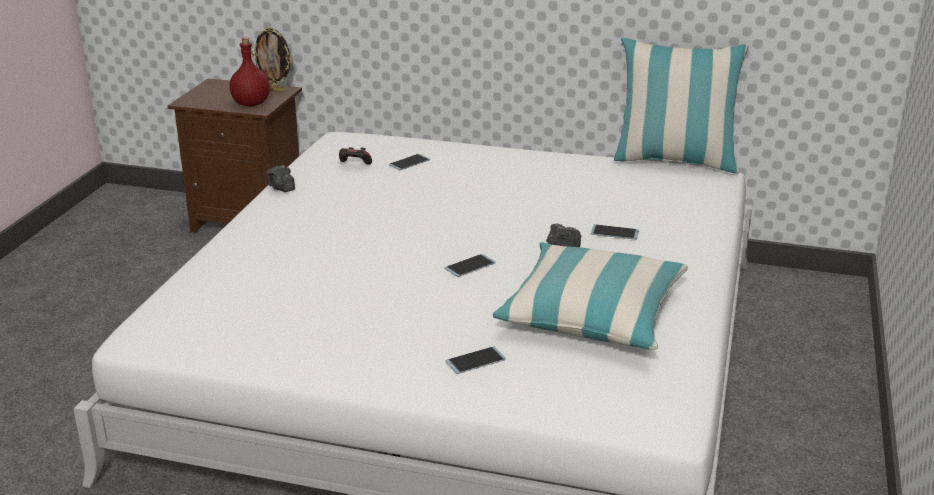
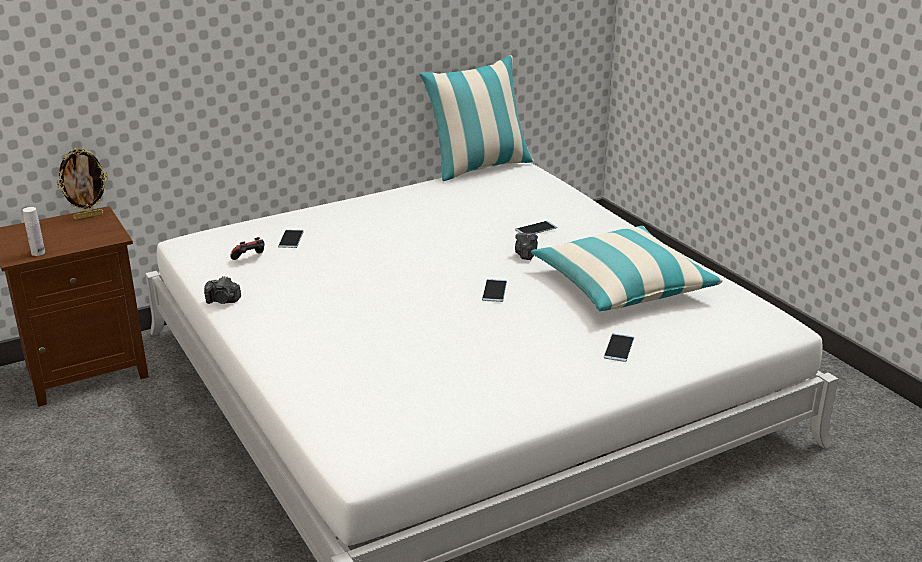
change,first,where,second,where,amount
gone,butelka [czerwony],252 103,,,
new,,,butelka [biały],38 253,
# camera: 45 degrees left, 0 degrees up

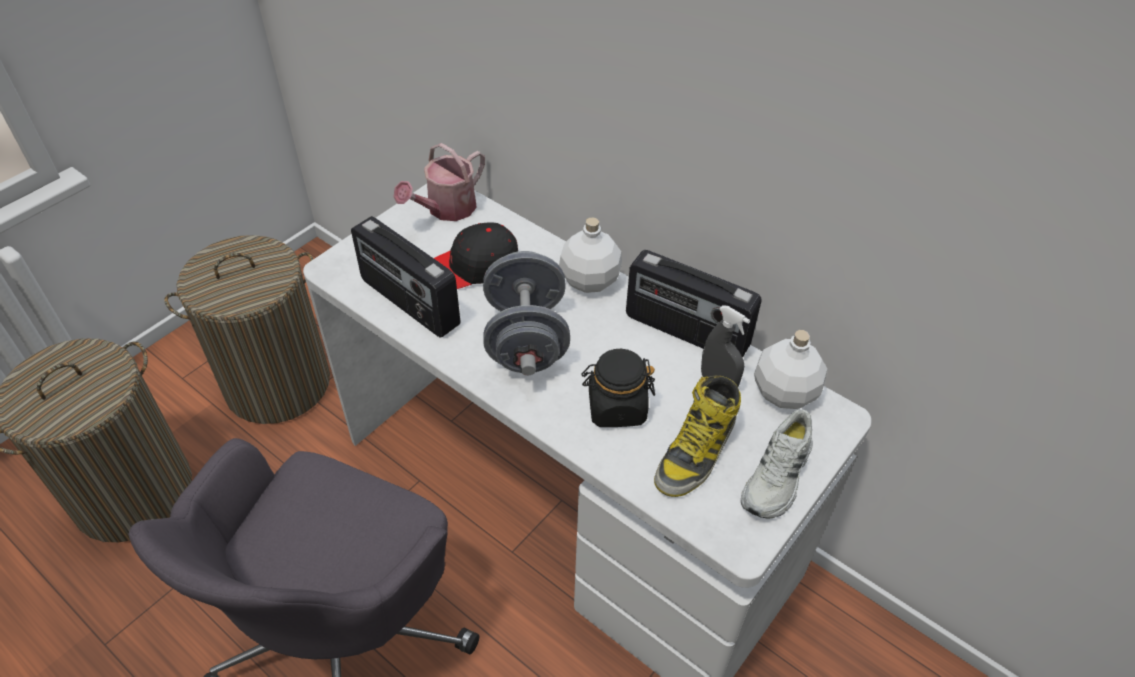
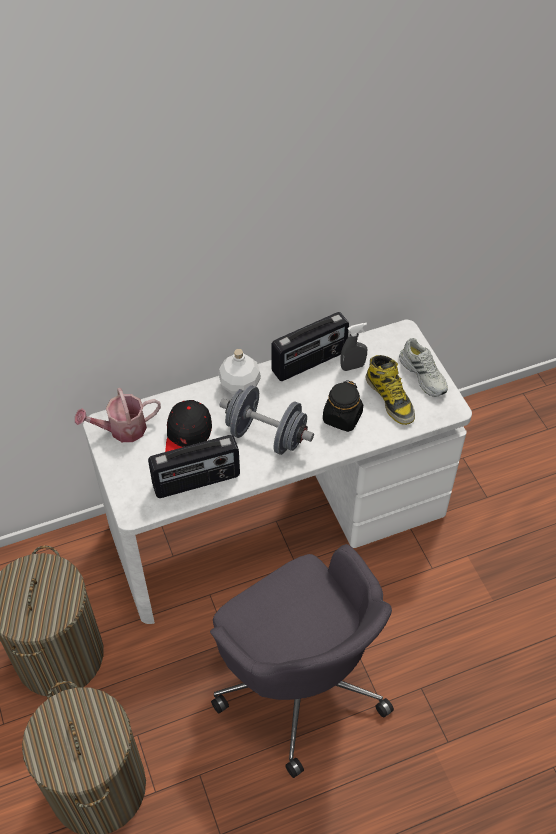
change,first,where,second,where,amount
gone,butelka [biały],783 392,,,
rotated,konewka,446 209,,122 429,90 degrees clockwise
# camera: 60 degrees left, 5 degrees up

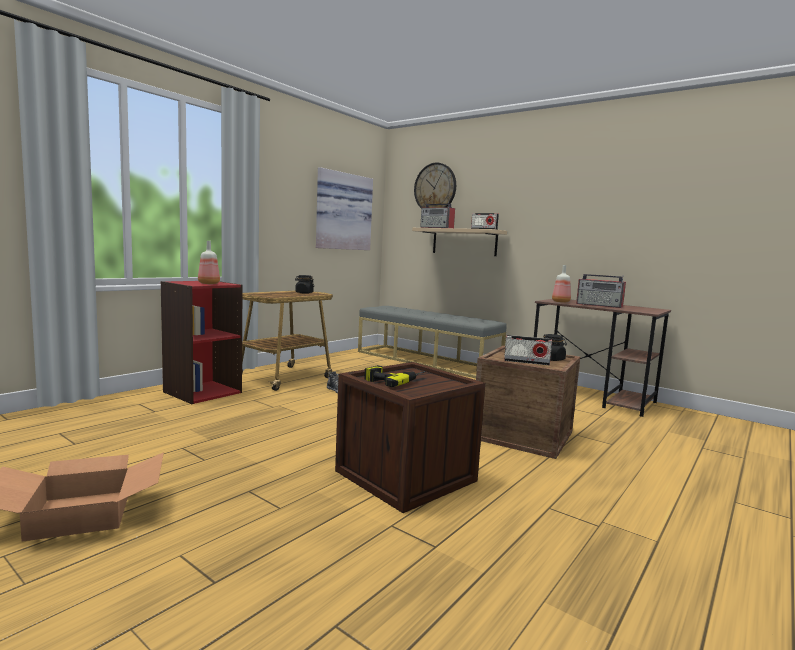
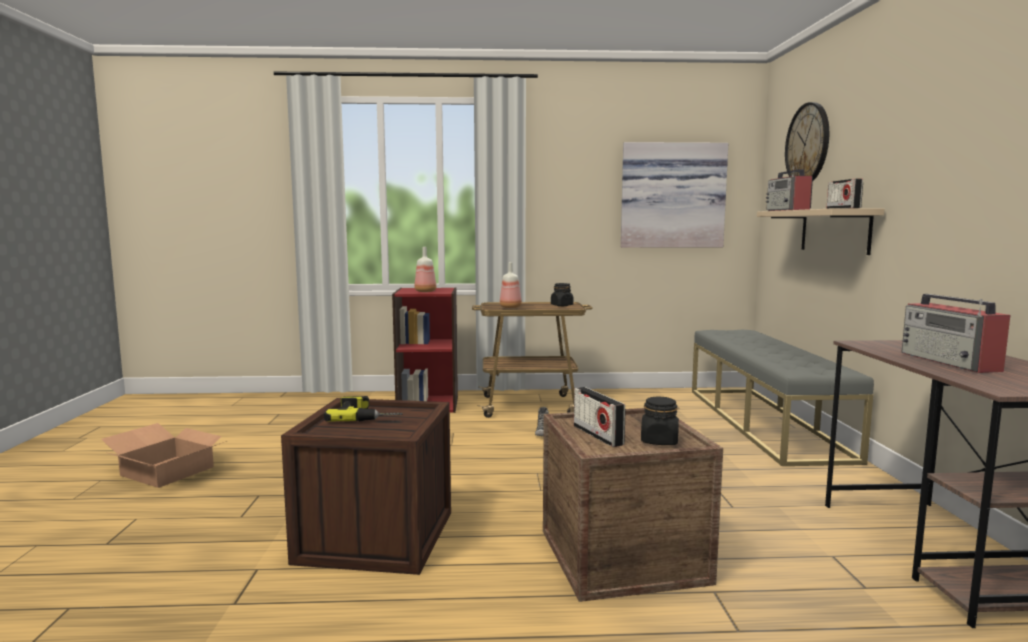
change,first,where,second,where,amount
shifted,butelka,560 302,,511 307,
# camera: 50 degrees right, 0 degrees up

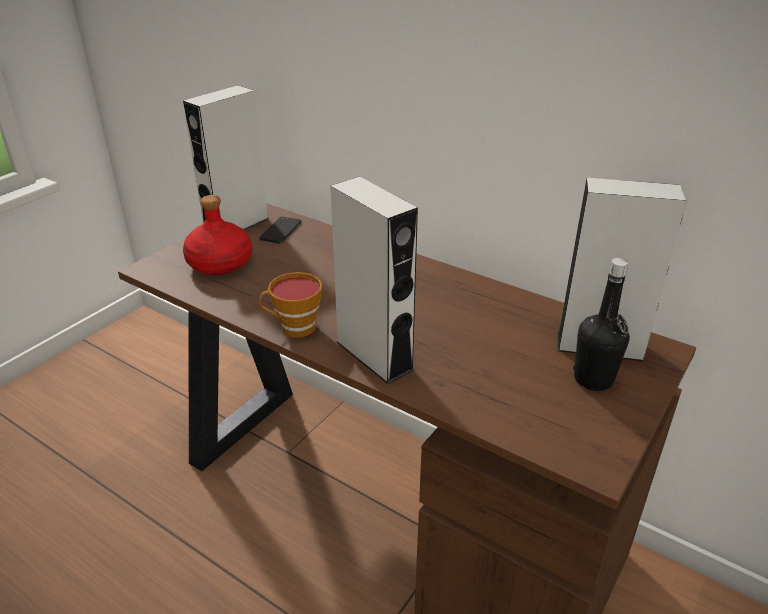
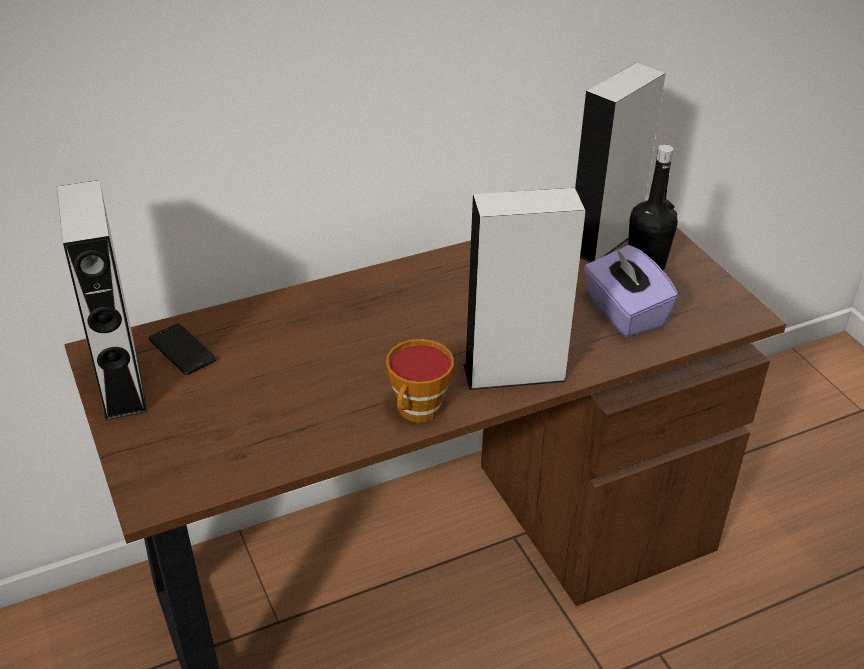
change,first,where,second,where,amount
gone,butelka [czerwony],219 264,,,
new,,,pudełko chusteczek [fioletowy],624 313,
# camera: 60 degrees left, 5 degrees up

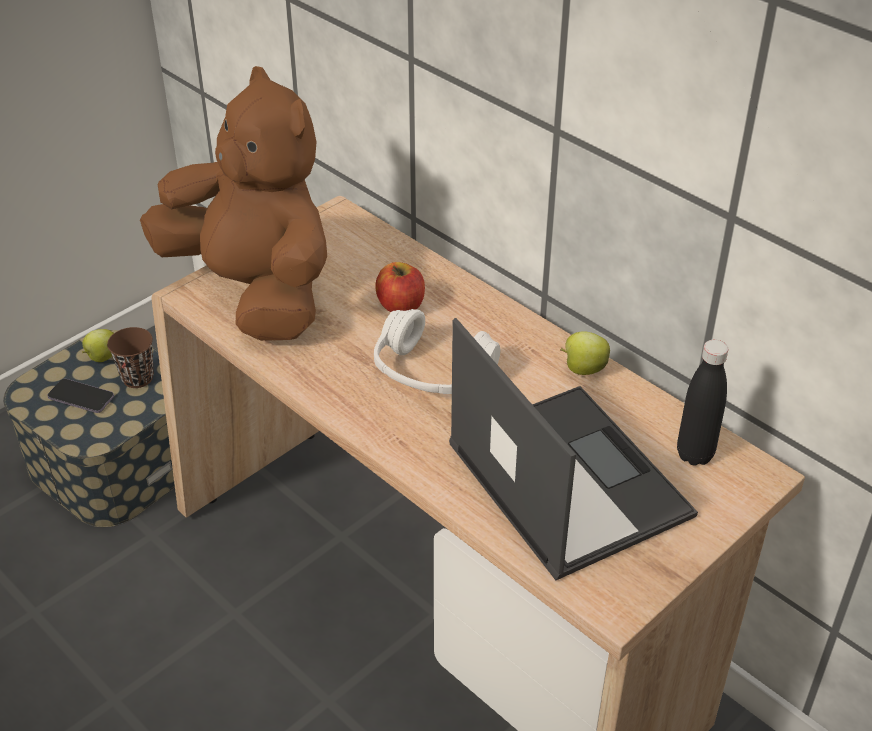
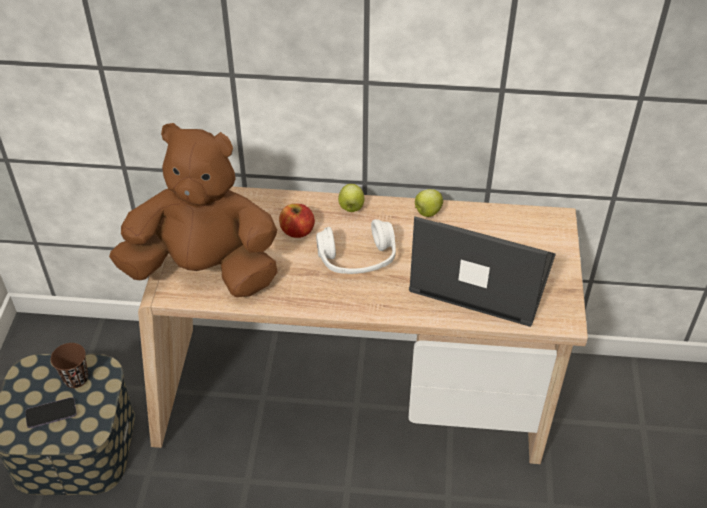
change,first,where,second,where,amount
gone,butelka [czarny],694 454,,,
shifted,jabłko,102 357,,351 208,
# camera: 40 degrees left, 5 degrees up

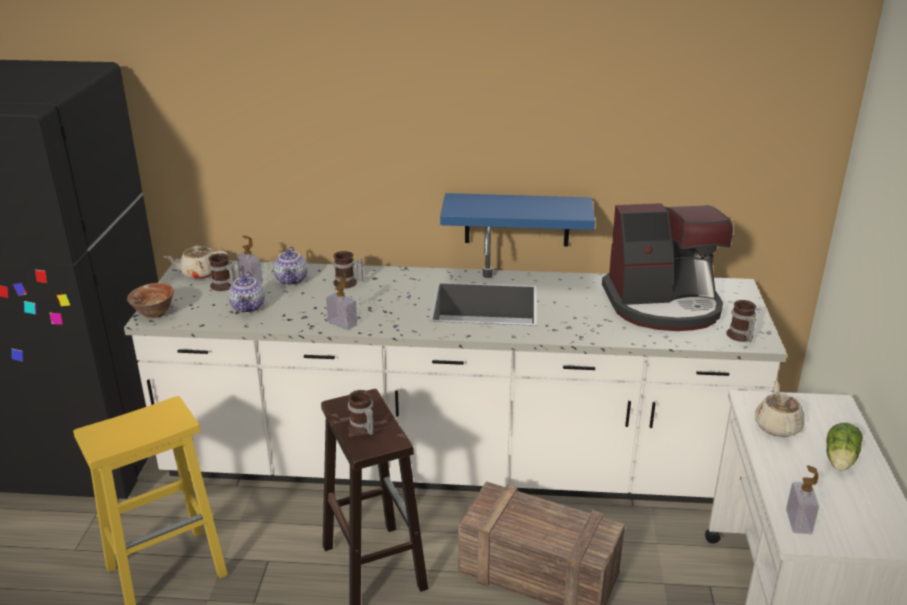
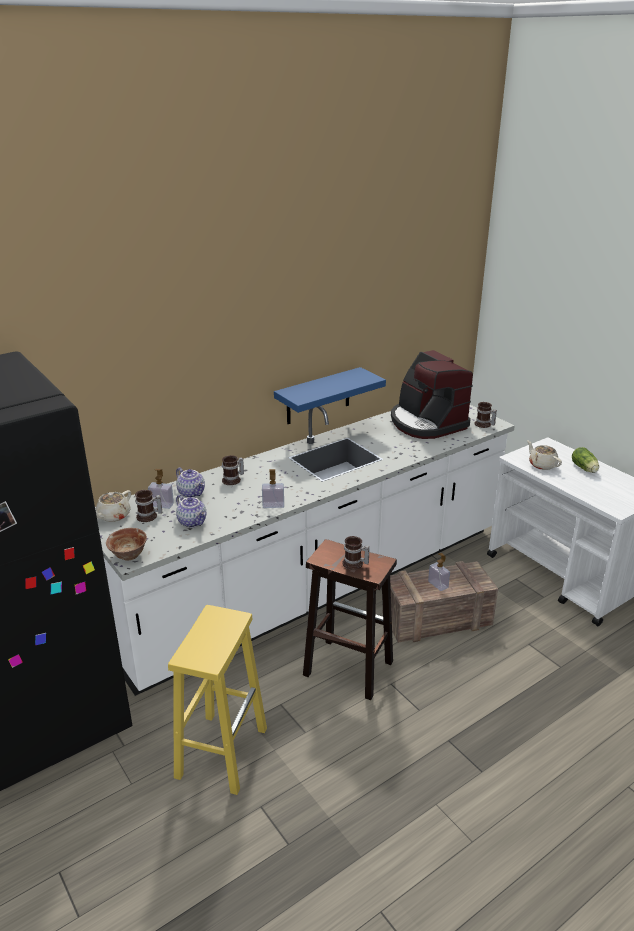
change,first,where,second,where,amount
shifted,dozownik mydła,798 521,,438 584,
rotated,ekspres do kawy,663 305,,427 423,105 degrees clockwise
# camera: 40 degrees left, 0 degrees up

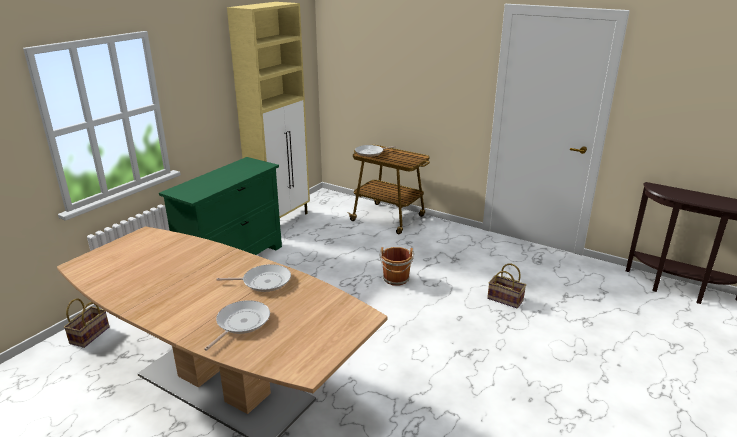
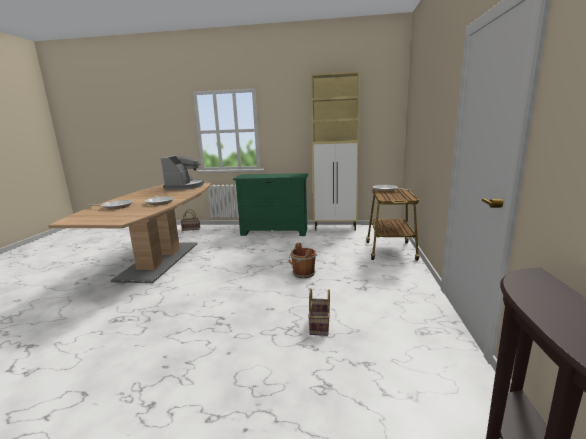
change,first,where,second,where,amount
new,,,ekspres do kawy,185 187,
# camera: 65 degrees right, 10 degrees down

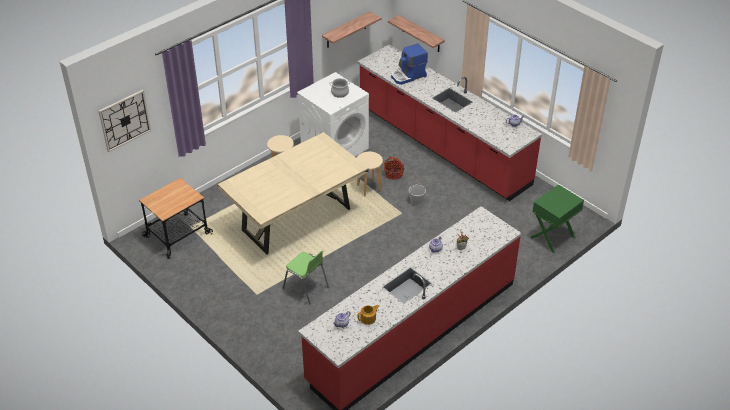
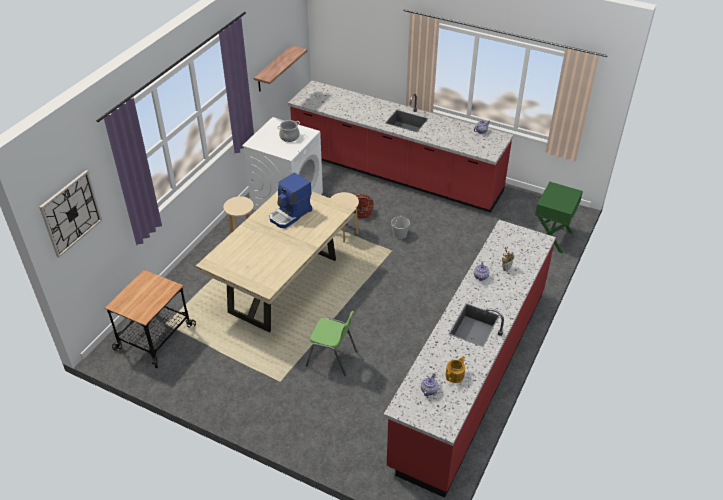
change,first,where,second,where,amount
gone,półka,421 34,,,
shifted,ekspres do kawy,408 76,,290 215,
# camera: 20 degrees left, 0 degrees up

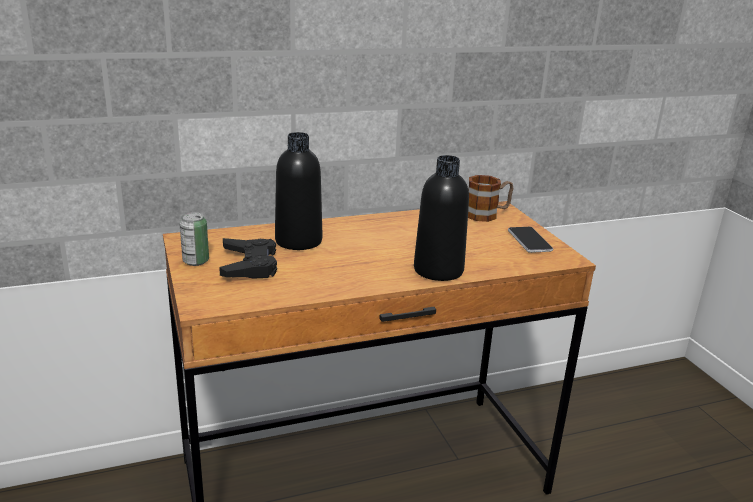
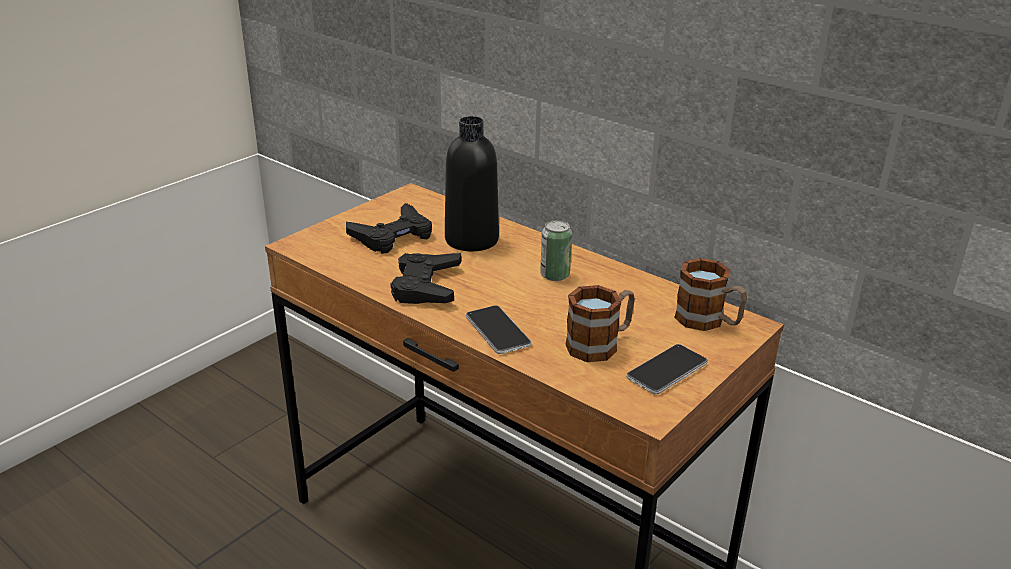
change,first,where,second,where,amount
new,,,pad do gier [czarny],426 285,
new,,,kubek,600 344,
shifted,puszka,196 261,,555 275,
swapped,butelka [czarny],438 270,telefon,497 331,
# camera: 60 degrees right, 5 degrees up

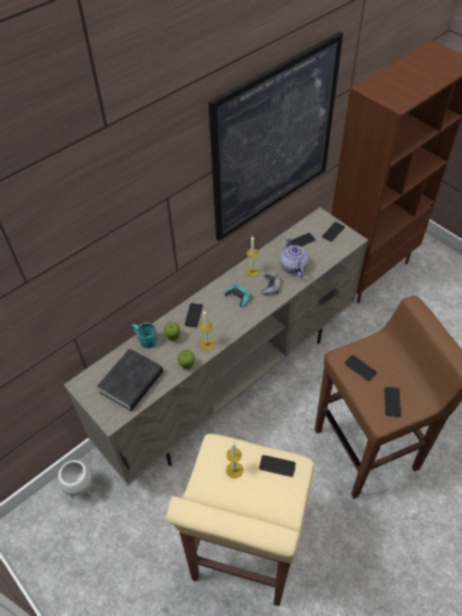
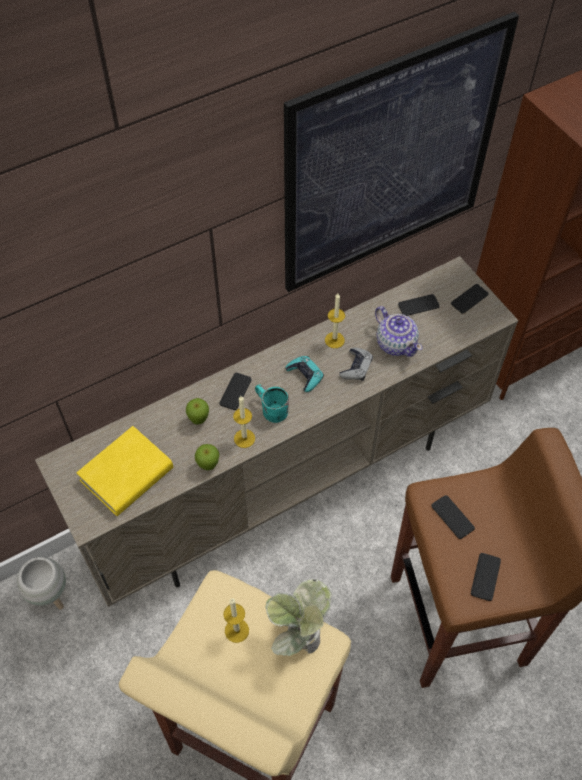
change,first,where,second,where,amount
shifted,kubek [turkusowy],144 340,,269 410,
swapped,telefon,277 466,roślina doniczkowa,297 637,
repainted,książka [czarny],131 382,książka [żółty],127 475,
rotated,imbryk,293 267,,396 343,150 degrees clockwise
# camera: 10 degrees right, 5 degrees up

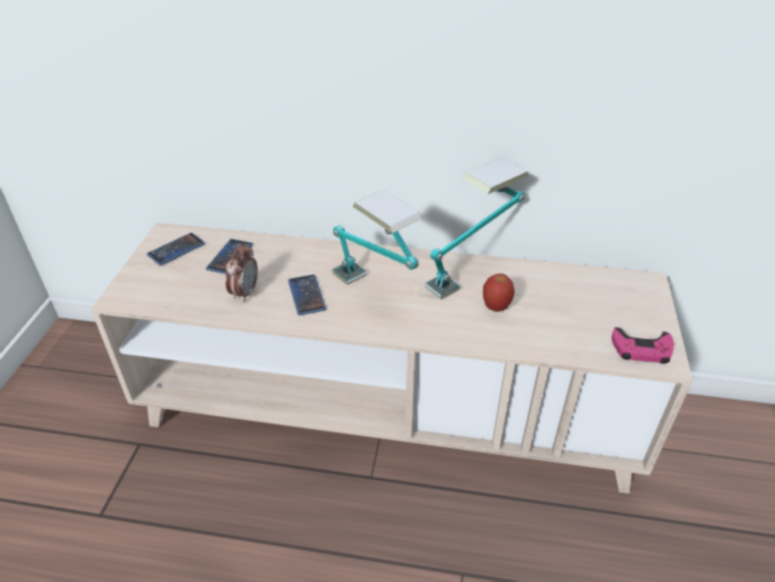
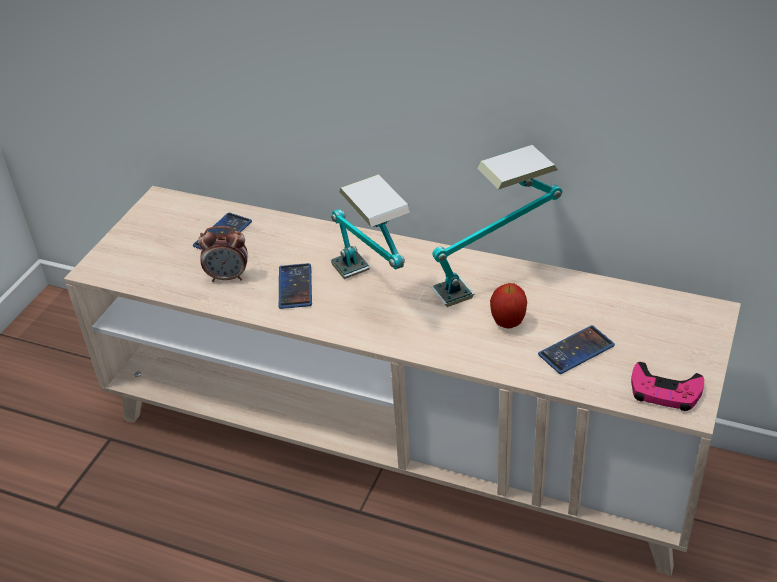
change,first,where,second,where,amount
shifted,telefon,176 249,,576 350,
rotated,budzik,245 293,,228 277,60 degrees clockwise
# camera: 15 degrees right, 0 degrees up

